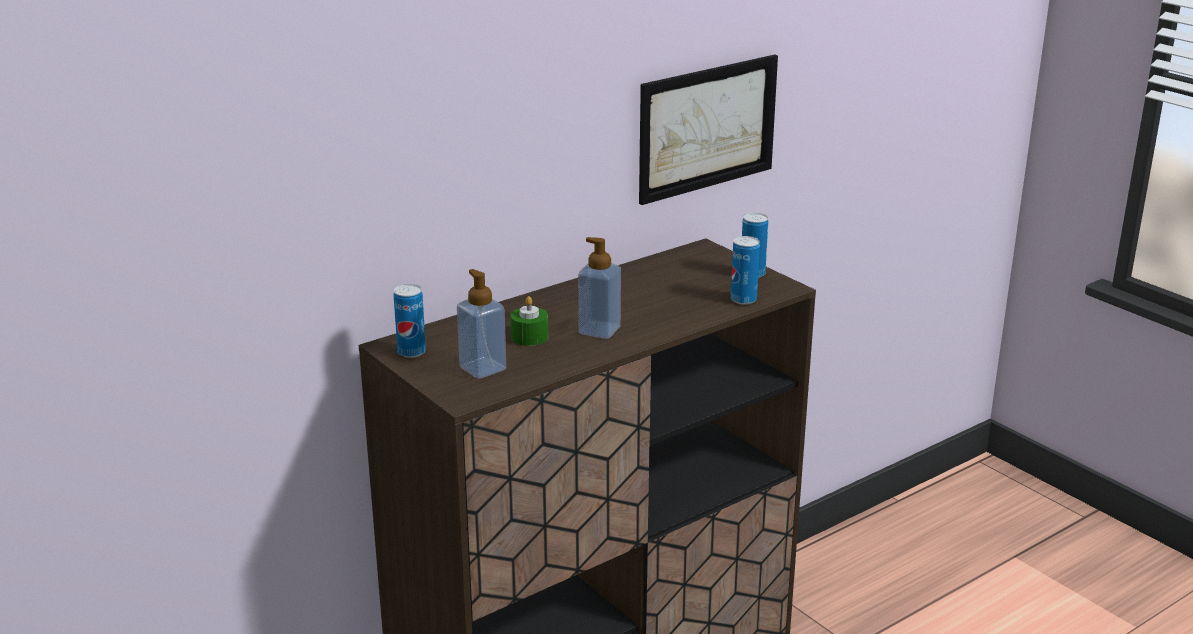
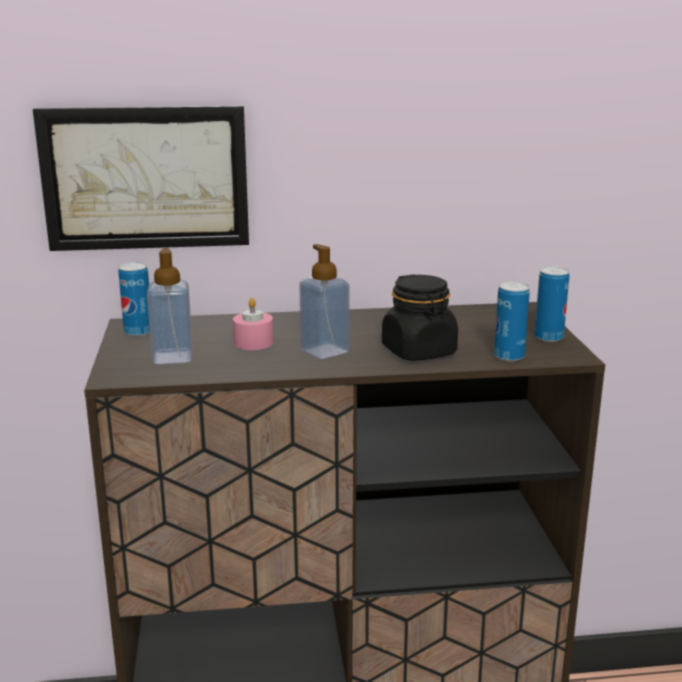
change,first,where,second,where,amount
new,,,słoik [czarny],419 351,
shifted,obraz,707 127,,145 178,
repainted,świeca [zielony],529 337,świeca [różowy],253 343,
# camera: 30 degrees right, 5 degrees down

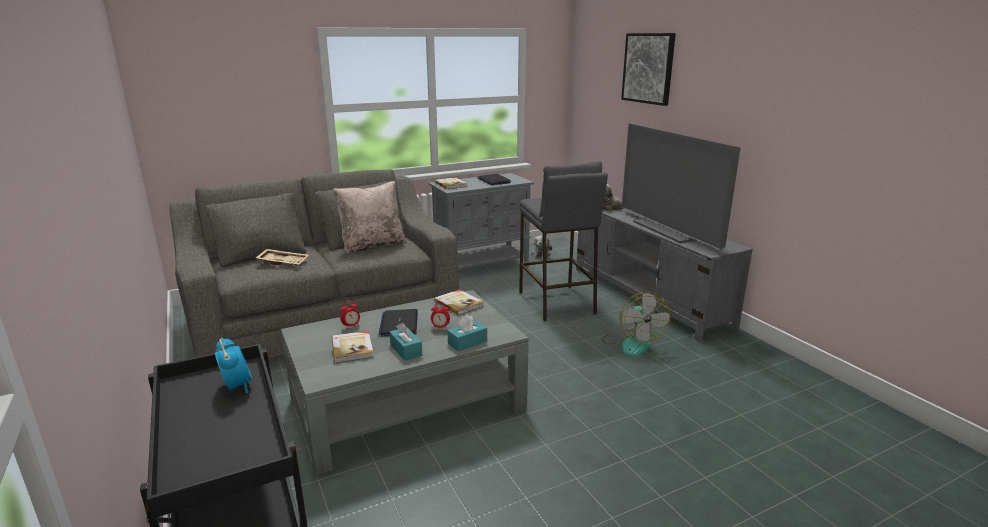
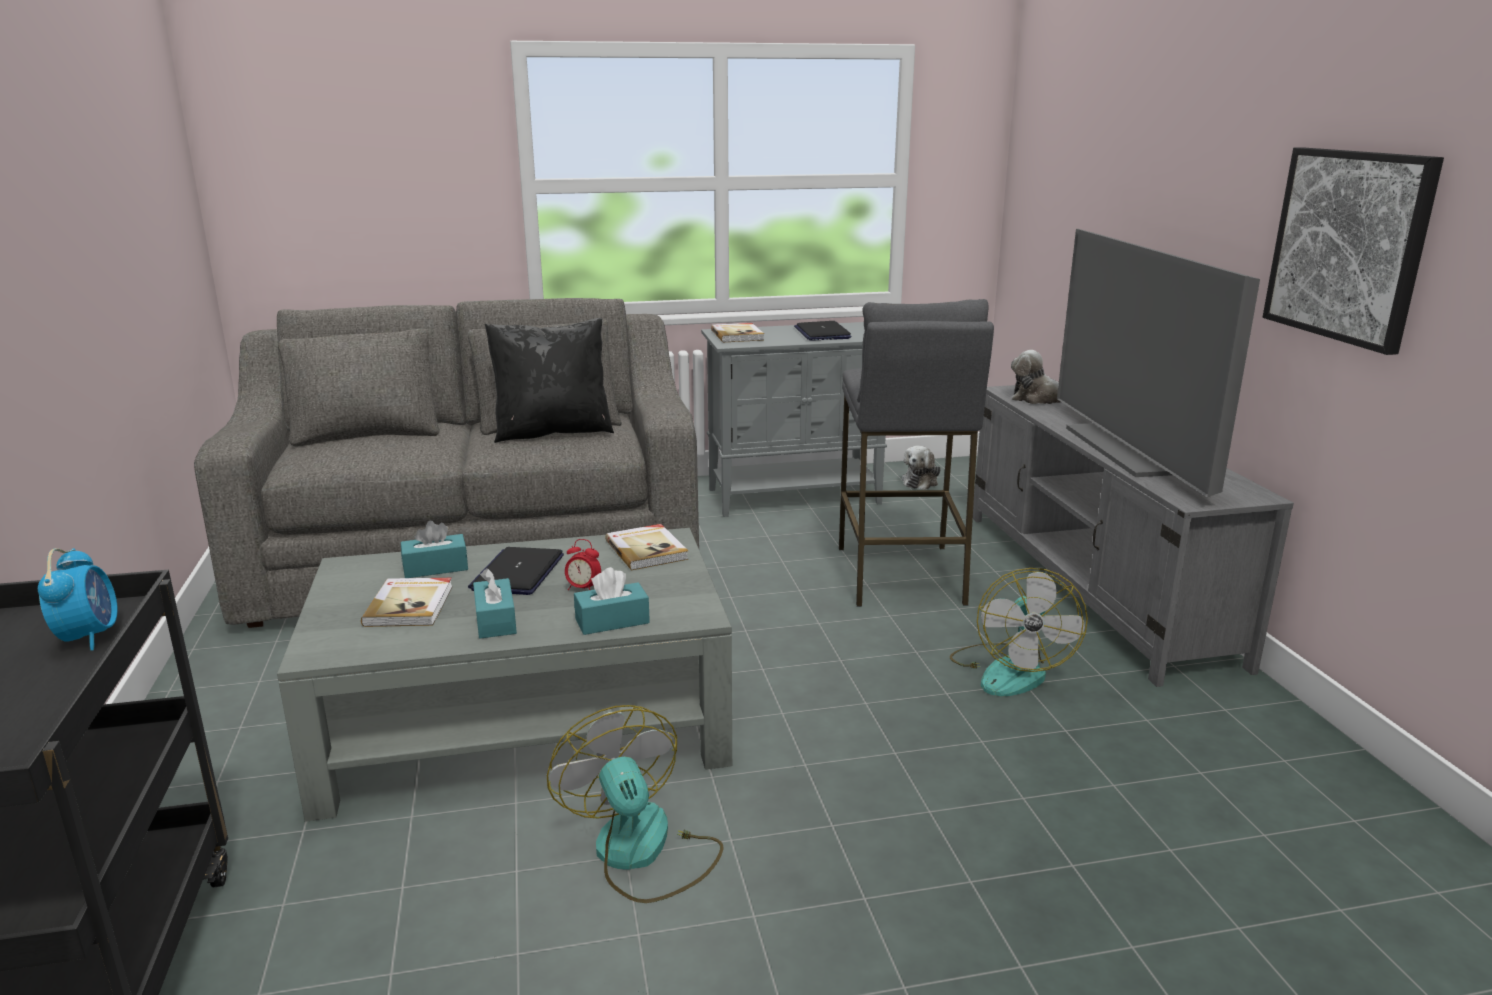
change,first,where,second,where,amount
gone,taca [beżowy],284 262,,,
new,,,wentylator,642 853,
shifted,obraz,648 68,,1349 246,
swapped,budzik,351 326,pudełko chusteczek [turkusowy],435 567,
repainted,poduszka [beżowy],372 245,poduszka [czarny],553 432,
# camera: 15 degrees right, 0 degrees up

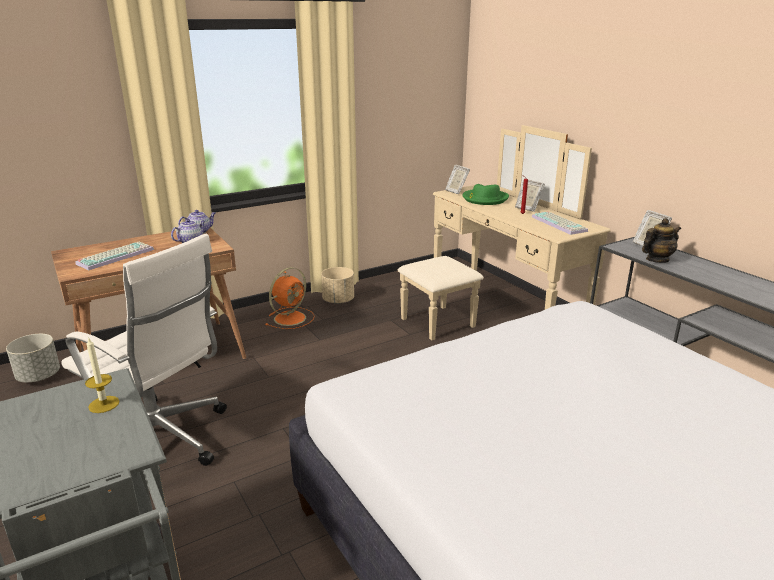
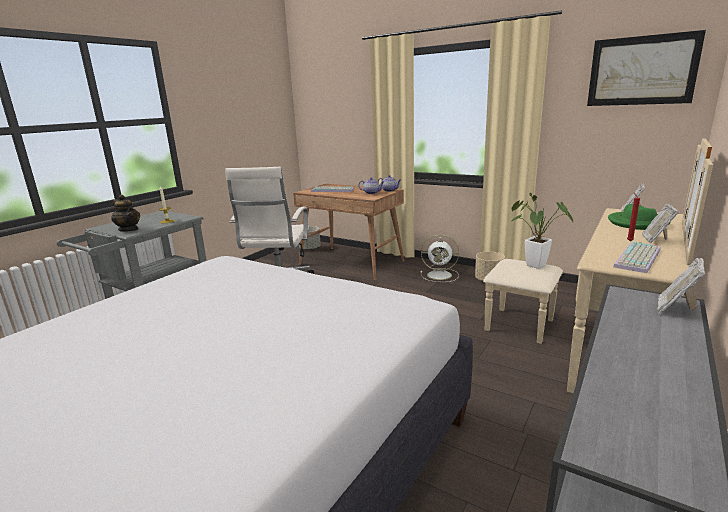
change,first,where,second,where,amount
new,,,roślina doniczkowa,532 264,
new,,,obraz,642 71,
shifted,imbryk,657 260,,129 229,
repainted,wentylator [pomarańczowy],291 318,wentylator [biały],440 275,
# camera: 65 degrees right, 5 degrees down

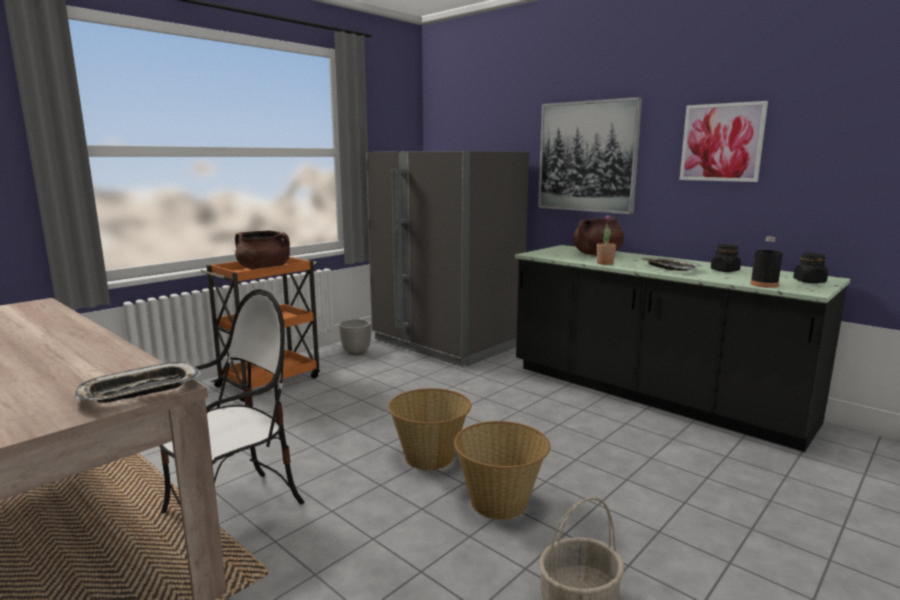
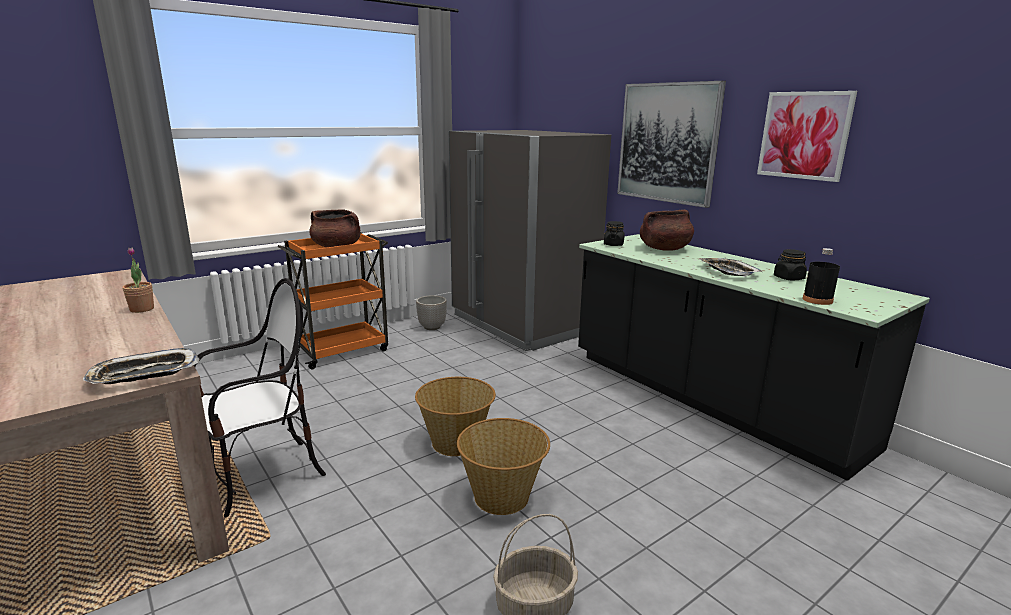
change,first,where,second,where,amount
shifted,roślina doniczkowa,605 263,,142 309,
shifted,słoik [czarny],809 281,,613 244,
# camera: 10 degrees right, 5 degrees up

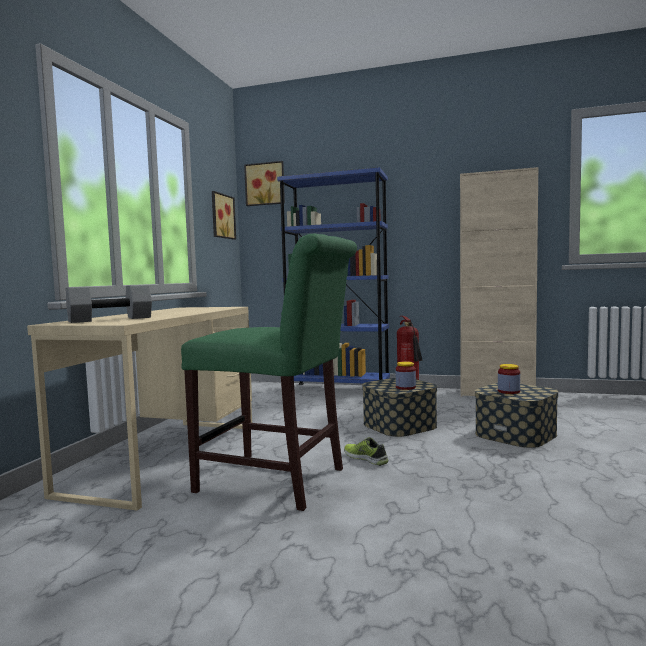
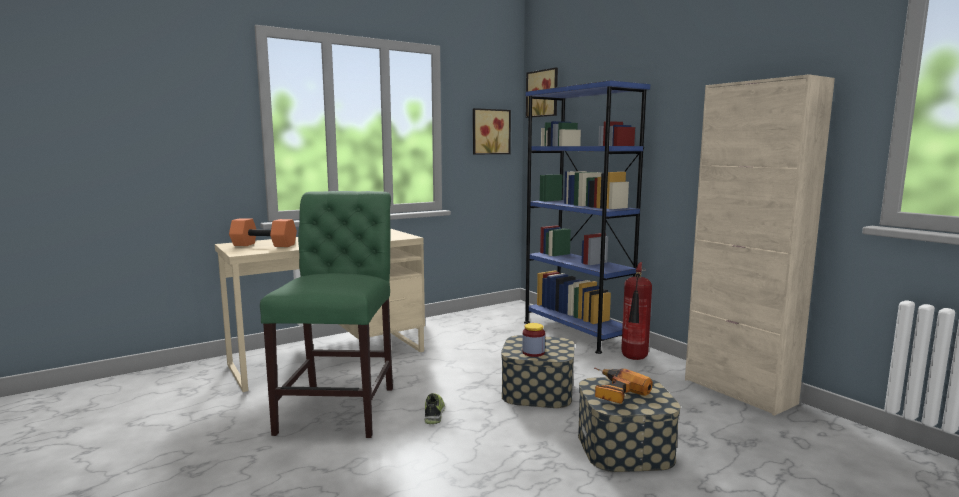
change,first,where,second,where,amount
swapped,słoik,508 391,wiertarka,614 392,
repainted,hantel [szary],111 319,hantel [pomarańczowy],265 245,
rotated,krzesło [zielony],278 481,,341 406,150 degrees counterclockwise
# camera: 40 degrees right, 5 degrees up

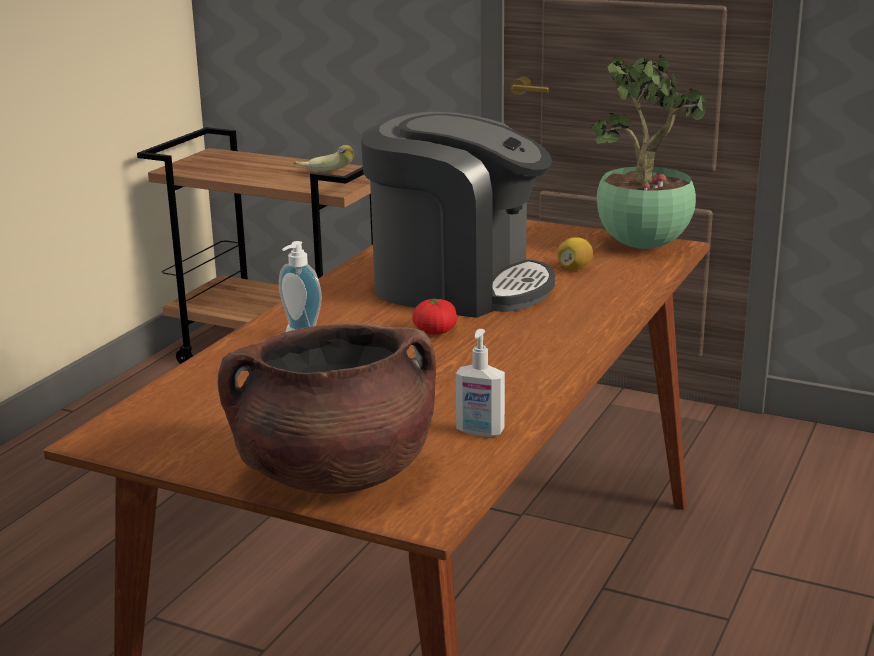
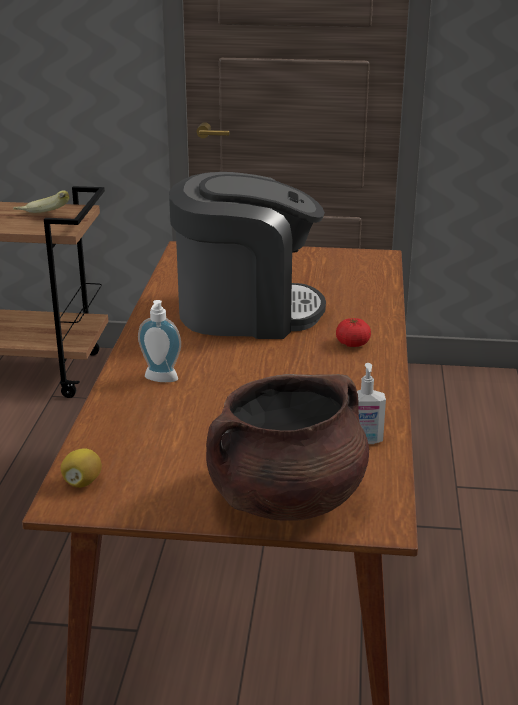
change,first,where,second,where,amount
gone,roślina doniczkowa,645 246,,,
shifted,pomidor,435 331,,352 344,
shifted,cytryna,574 268,,82 482,
# camera: 20 degrees left, 5 degrees up

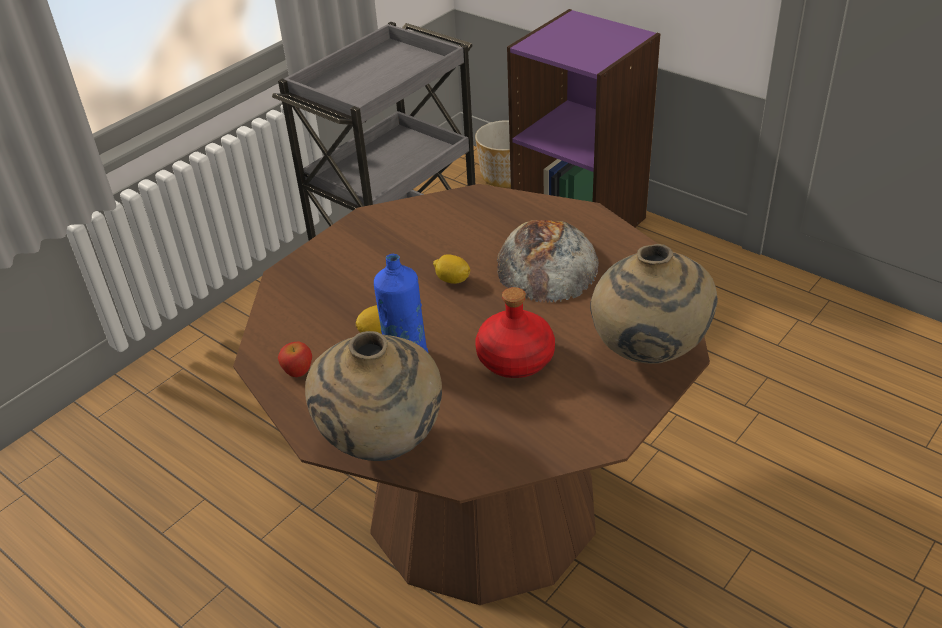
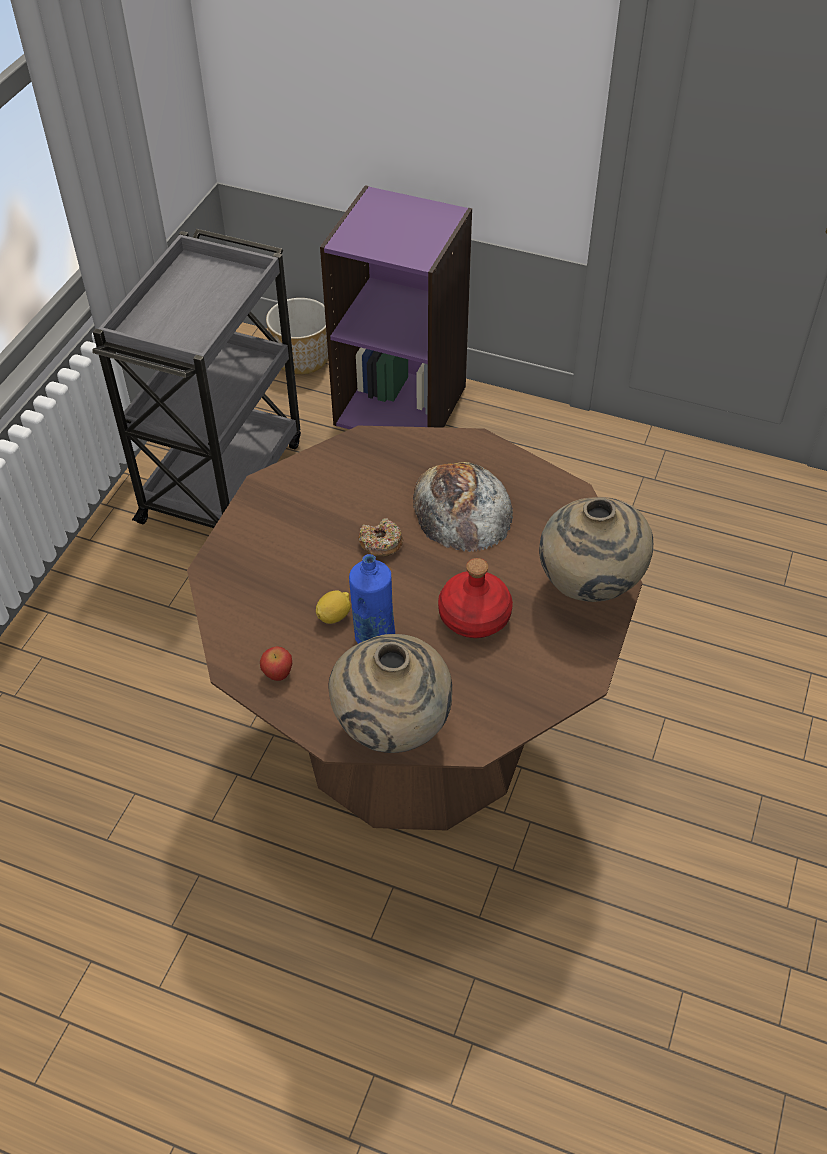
change,first,where,second,where,amount
swapped,cytryna,452 280,donut,381 543,
# camera: 20 degrees left, 10 degrees up

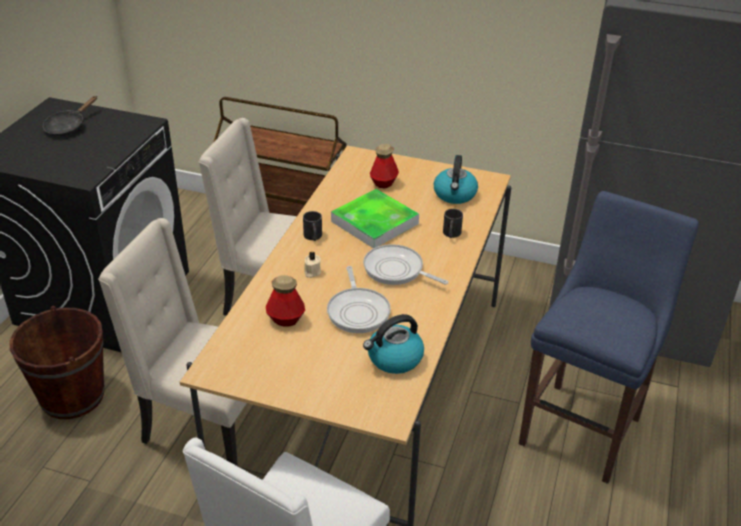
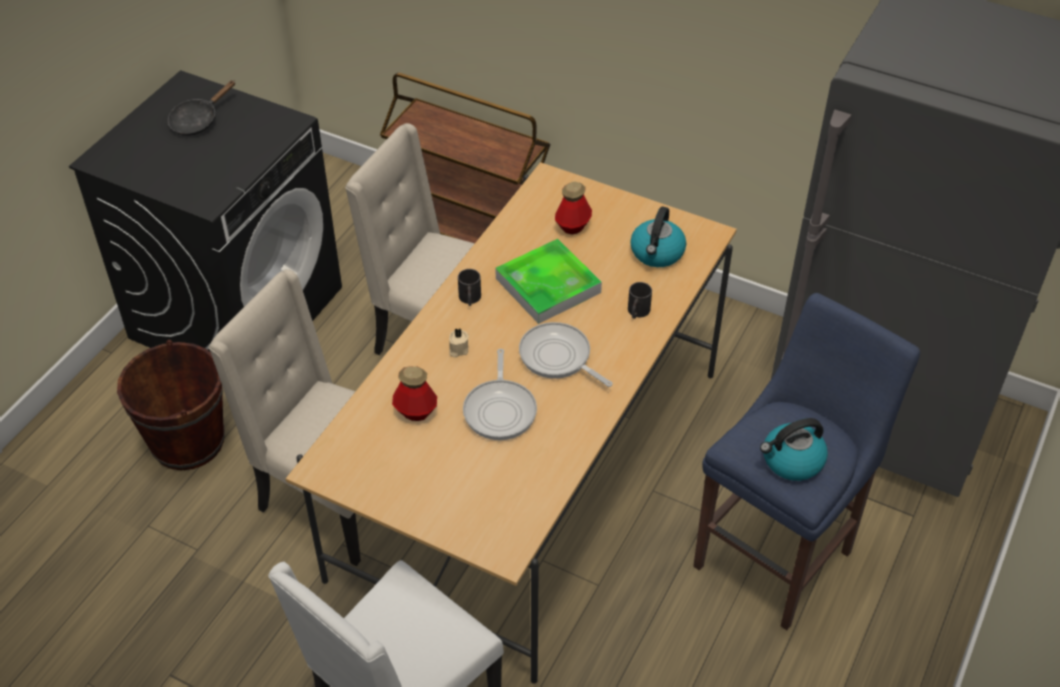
change,first,where,second,where,amount
shifted,czajnik,394 359,,791 461,
# camera: 10 degrees right, 10 degrees up

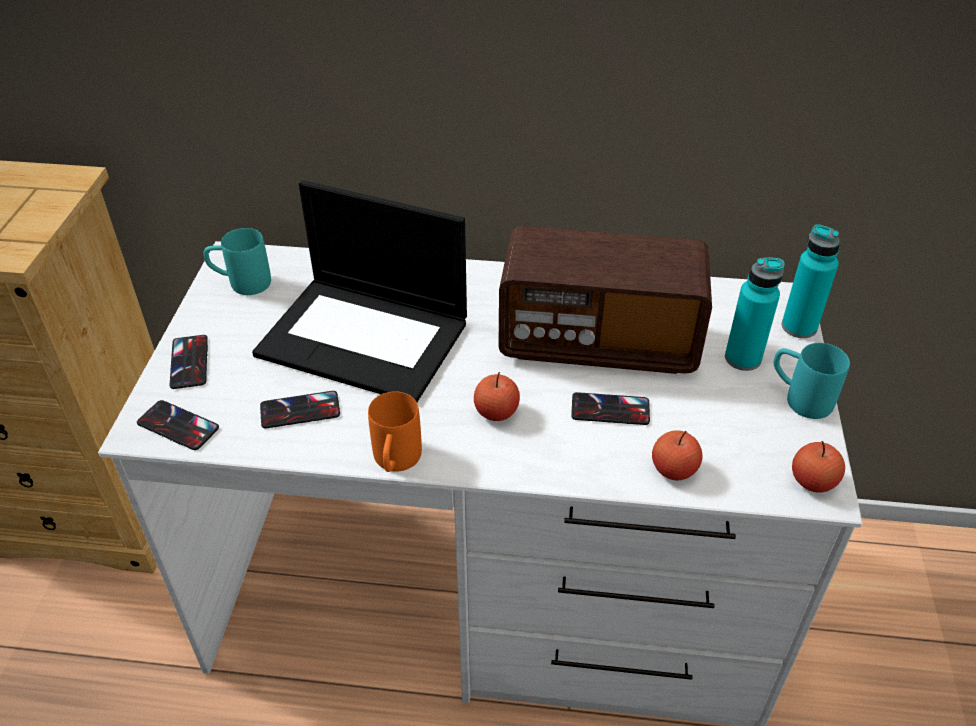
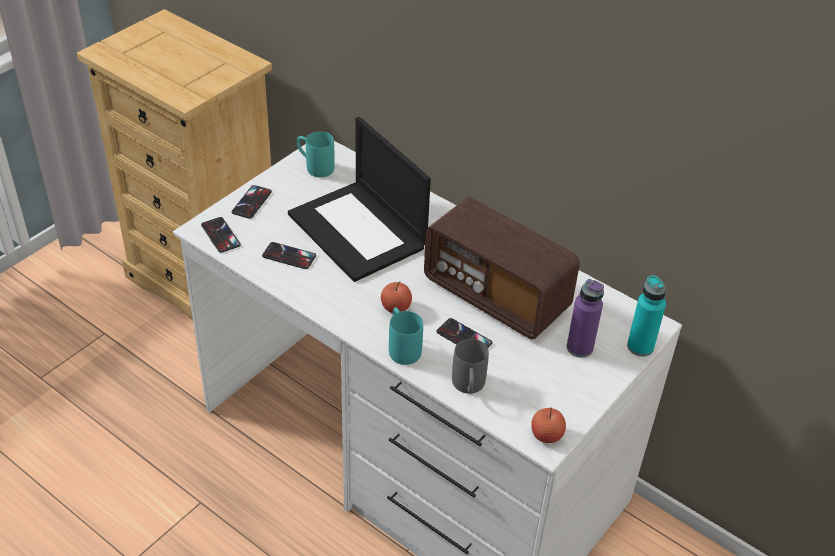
change,first,where,second,where,amount
gone,kubek [pomarańczowy],395 463,,,
shifted,kubek [turkusowy],799 398,,402 347,
swapped,jabłko,674 469,kubek [szary],468 387,
repainted,butelka [turkusowy],743 358,butelka [fioletowy],579 348,
# camera: 30 degrees right, 0 degrees up

